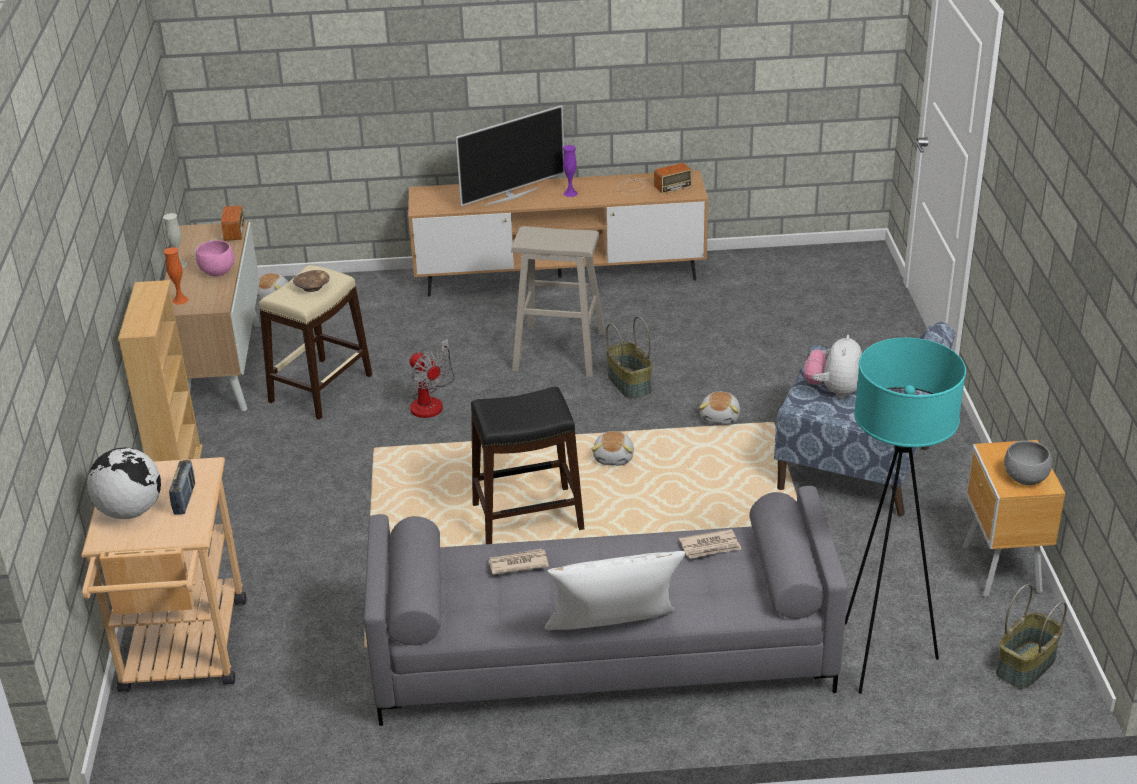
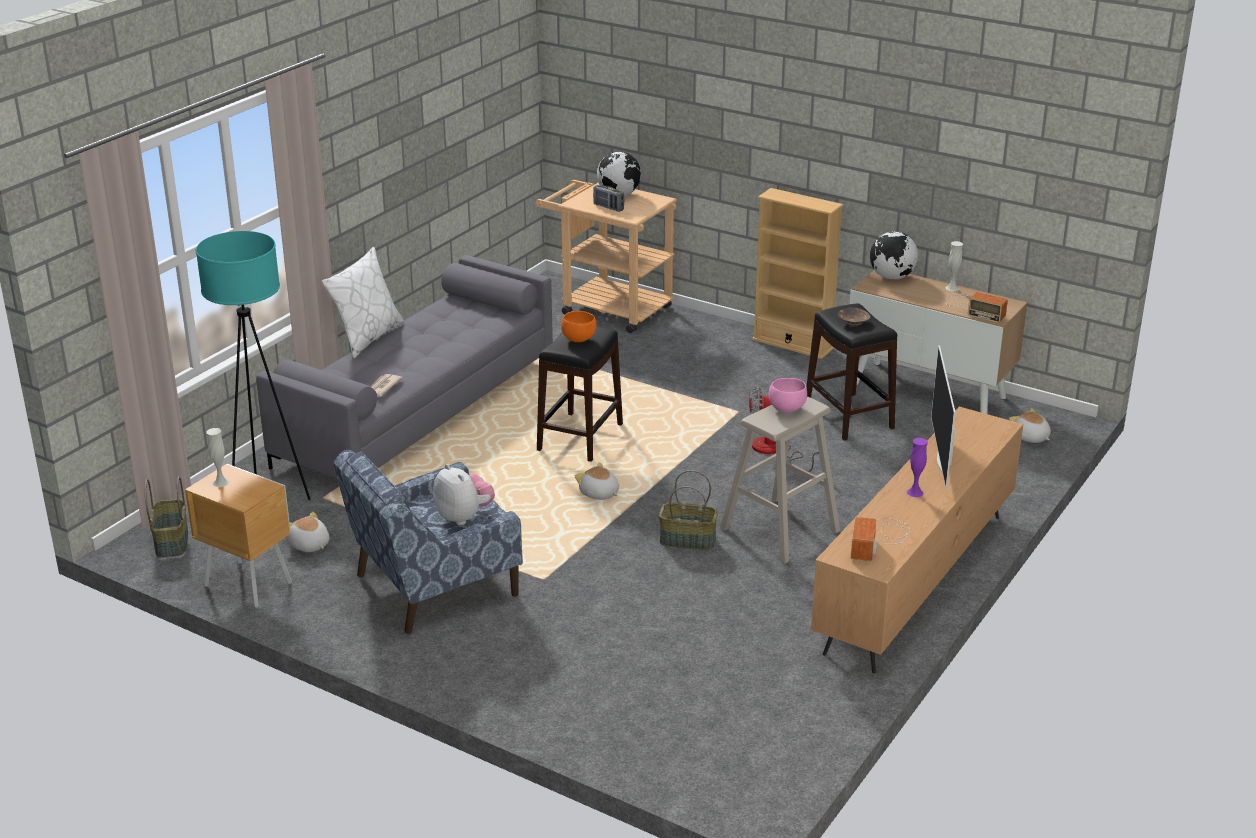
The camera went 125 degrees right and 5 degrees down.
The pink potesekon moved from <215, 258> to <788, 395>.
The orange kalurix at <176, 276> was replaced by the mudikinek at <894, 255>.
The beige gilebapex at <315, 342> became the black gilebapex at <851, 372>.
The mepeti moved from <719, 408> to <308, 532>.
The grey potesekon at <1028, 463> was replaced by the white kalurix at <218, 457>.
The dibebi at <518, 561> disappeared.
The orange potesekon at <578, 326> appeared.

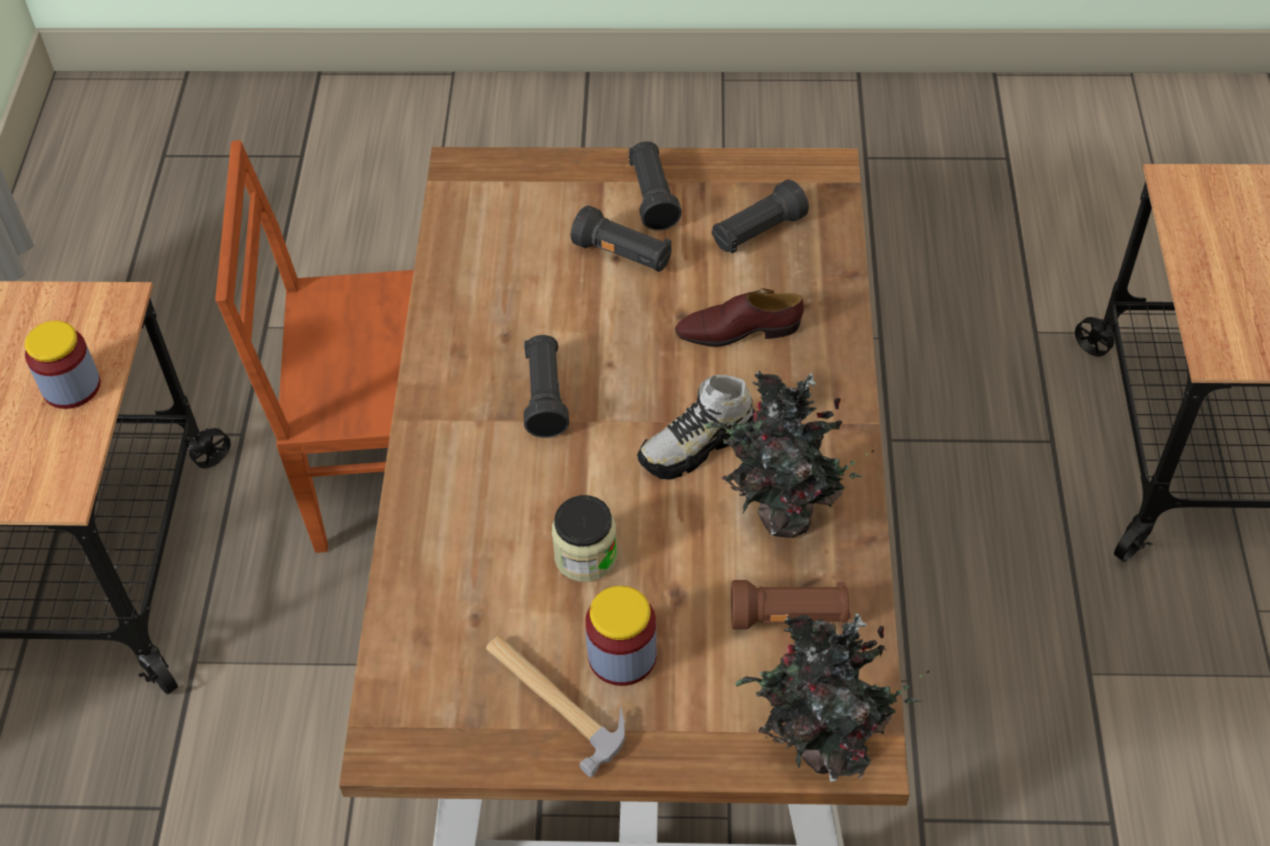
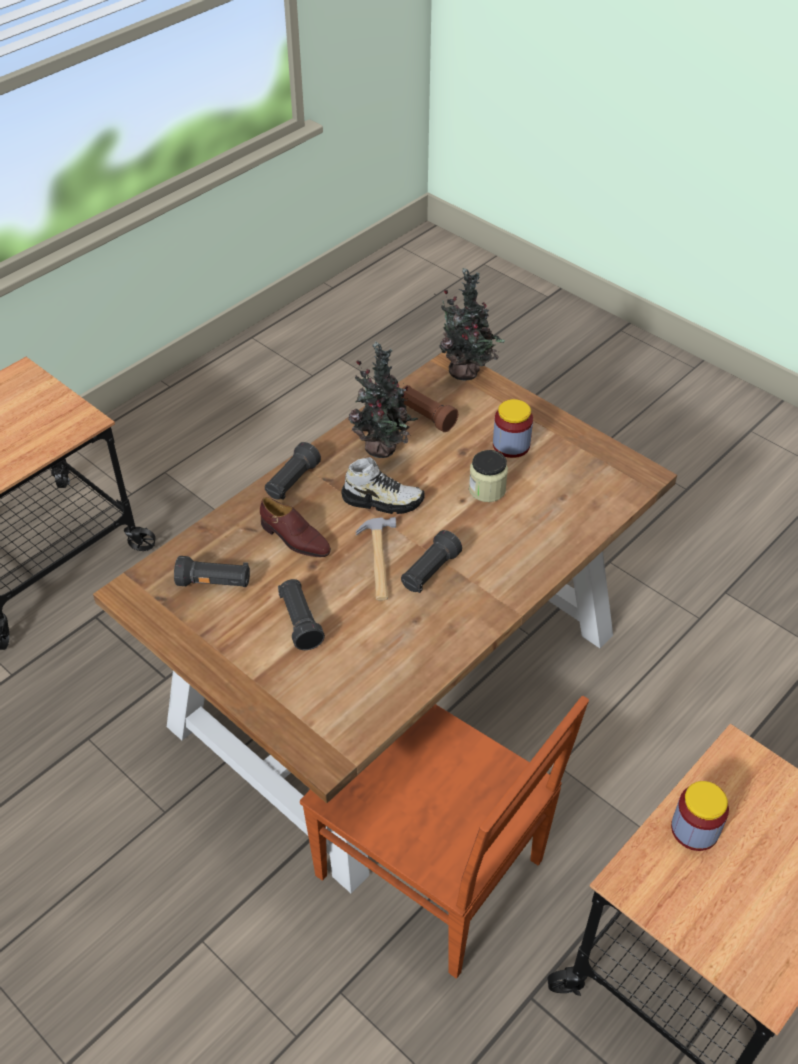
The camera went 140 degrees left and 5 degrees down.
The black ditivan moved from <655, 186> to <293, 471>.
The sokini moved from <555, 706> to <375, 559>.

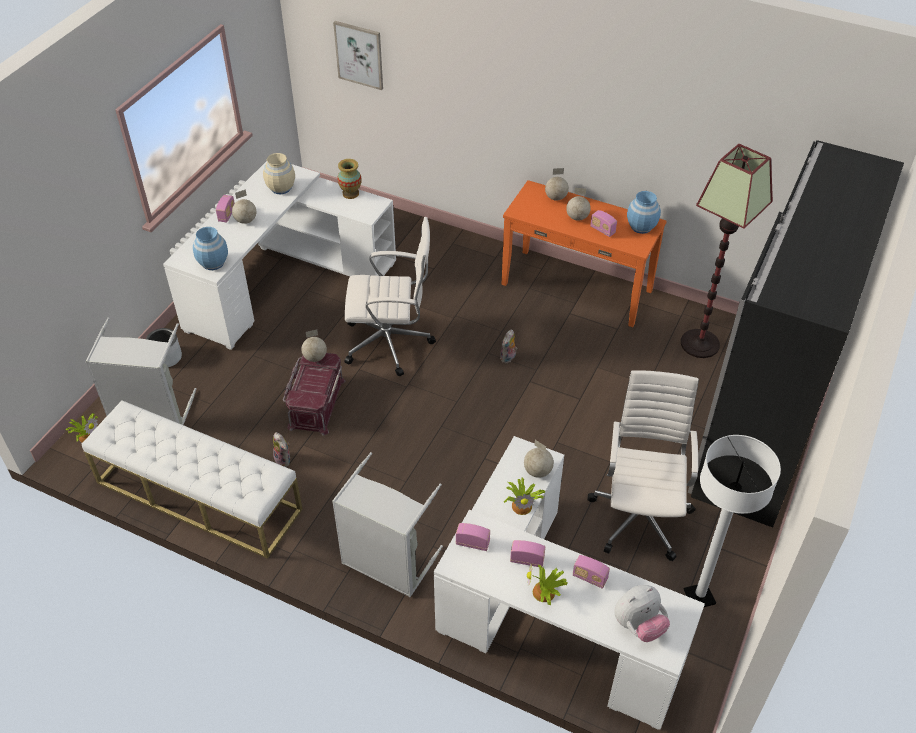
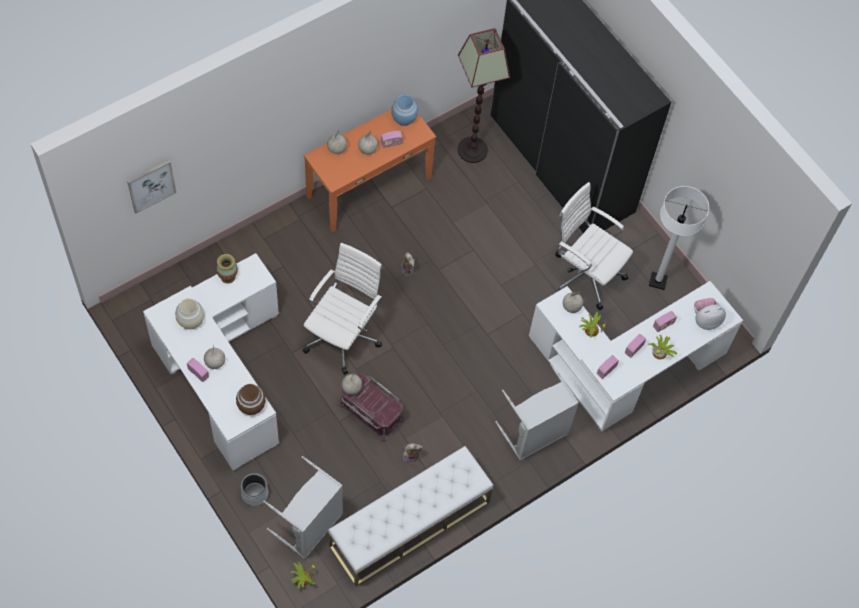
The camera went 65 degrees left and 15 degrees up.
The blue kalurix at <210, 248> became the brown kalurix at <251, 399>.
The mepeti at <642, 613> turned 105 degrees counterclockwise.

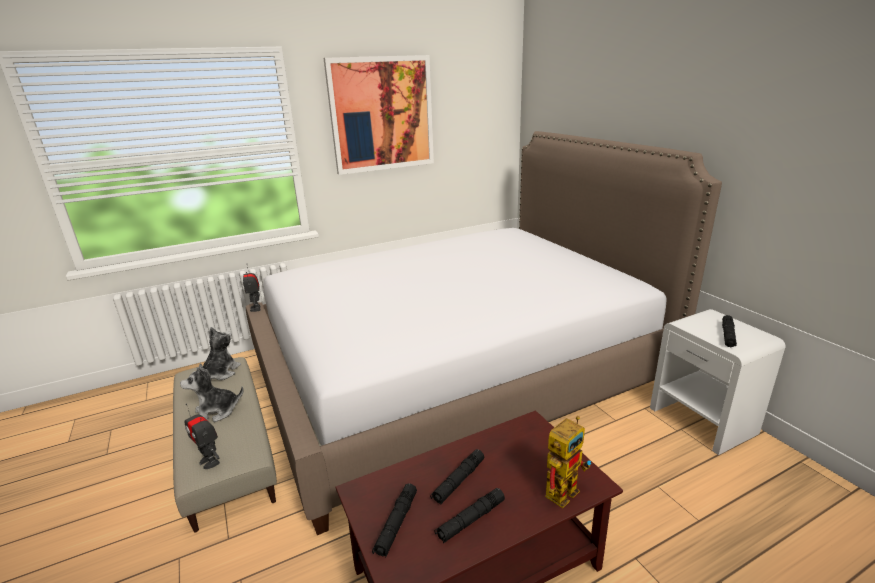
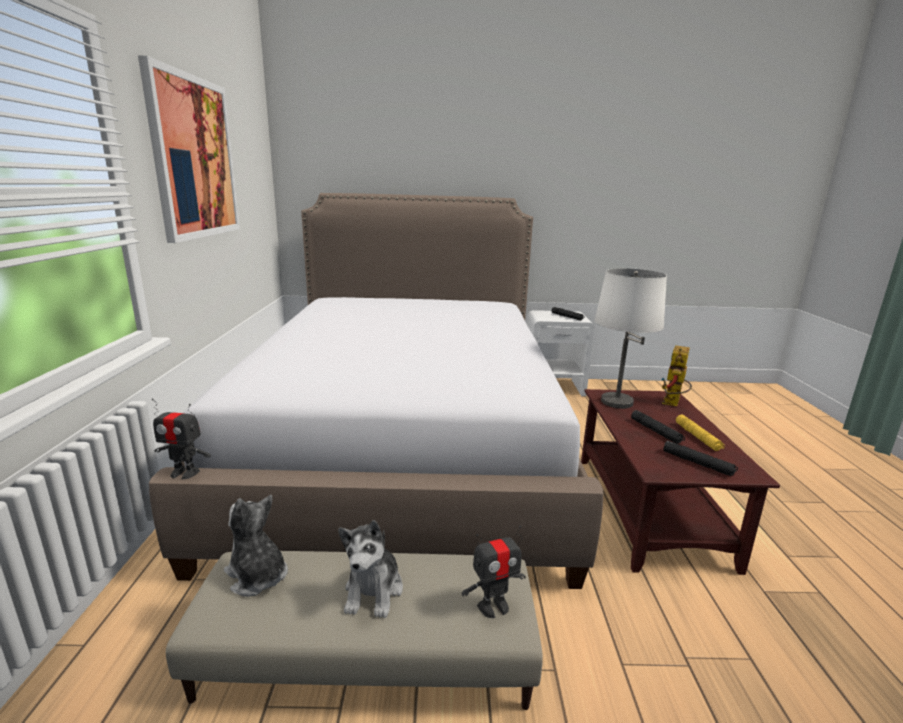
The camera went 65 degrees left and 5 degrees down.
The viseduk at <568, 462> turned 135 degrees counterclockwise.
The black ditivan at <469, 515> became the yellow ditivan at <700, 433>.
The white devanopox at <630, 338> appeared.

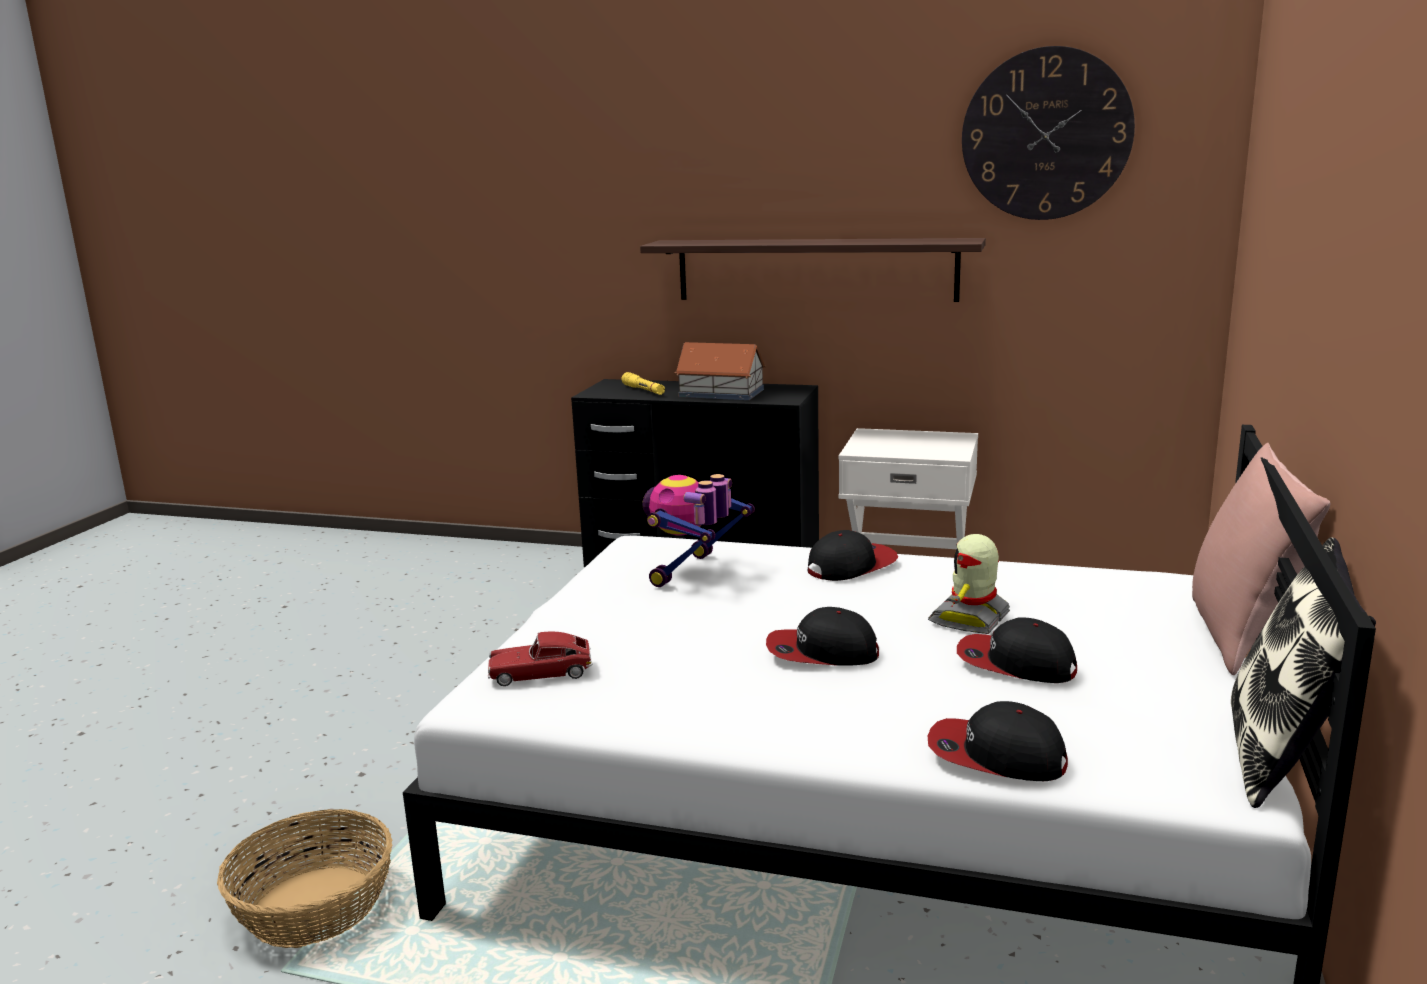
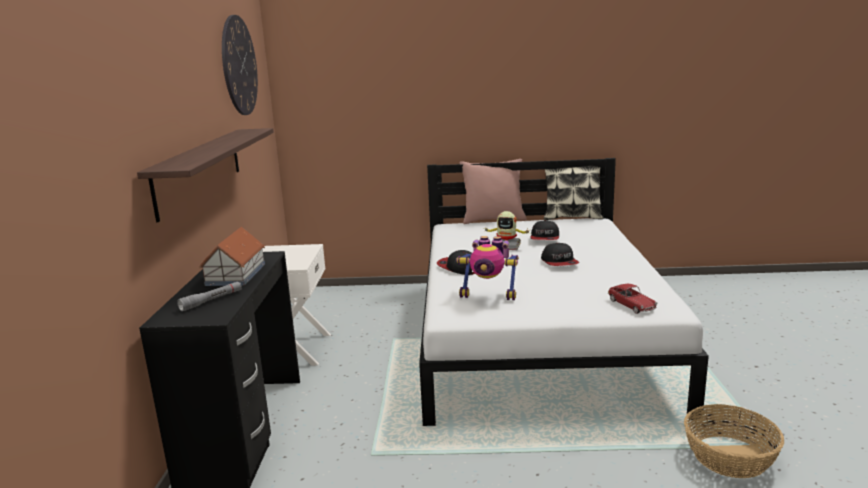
The camera went 105 degrees left and 0 degrees up.
The yellow ditivan at <643, 383> became the grey ditivan at <209, 296>.
The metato at <998, 741> disappeared.

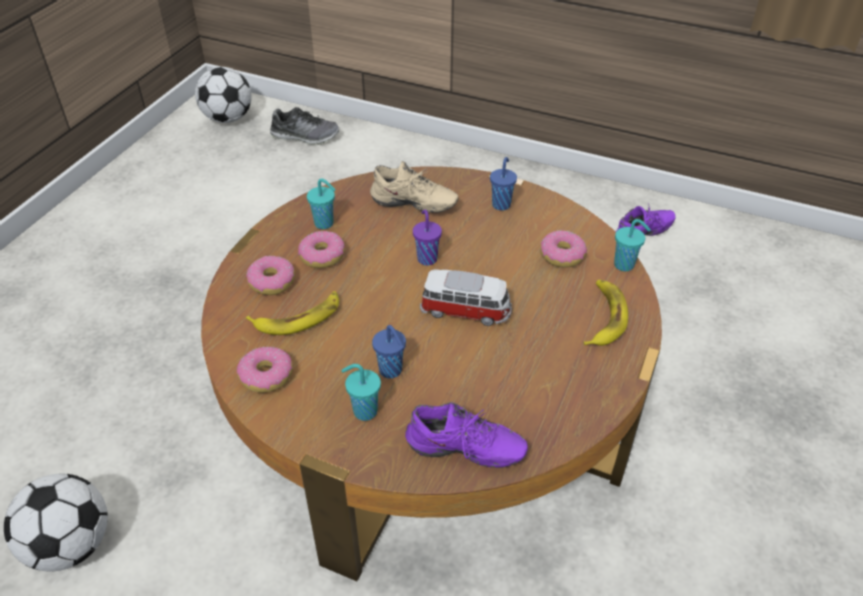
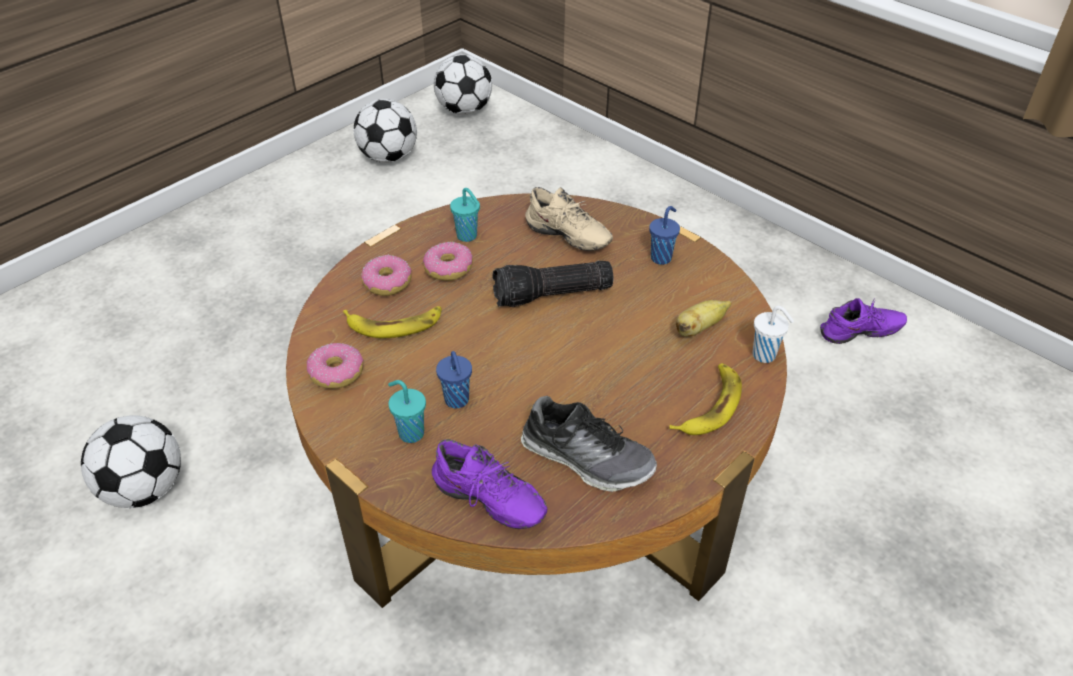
The camera went 20 degrees right and 0 degrees up.
The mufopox moved from <304, 126> to <589, 444>.
The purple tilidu at <427, 238> was replaced by the ditivan at <553, 284>.
The turquoise tilidu at <632, 245> became the white tilidu at <773, 334>.
The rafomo at <563, 249> was replaced by the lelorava at <704, 318>.
The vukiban at <466, 298> disappeared.
The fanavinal at <385, 131> appeared.

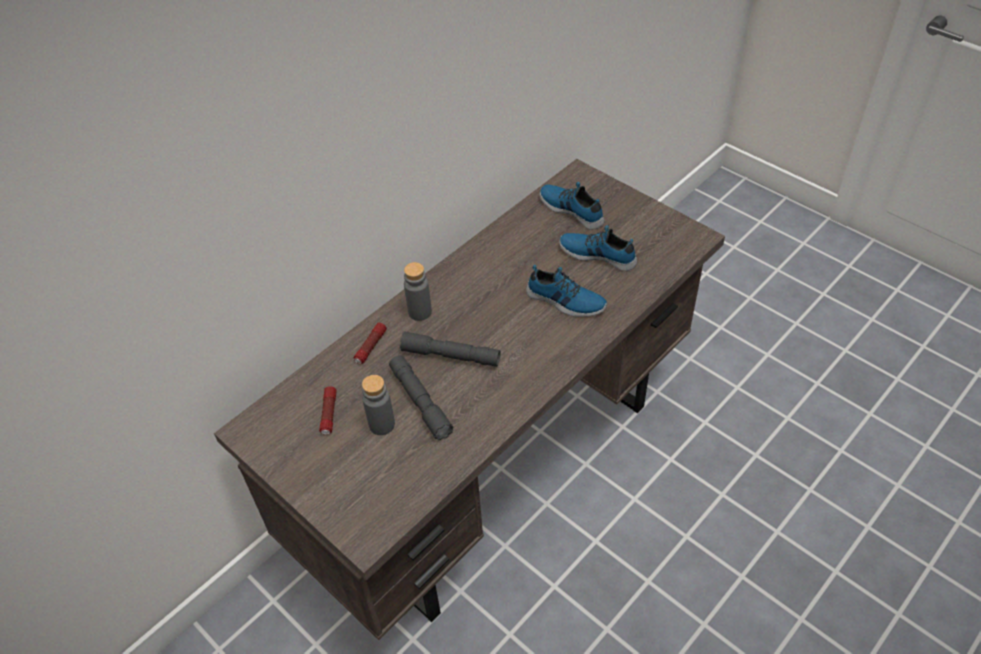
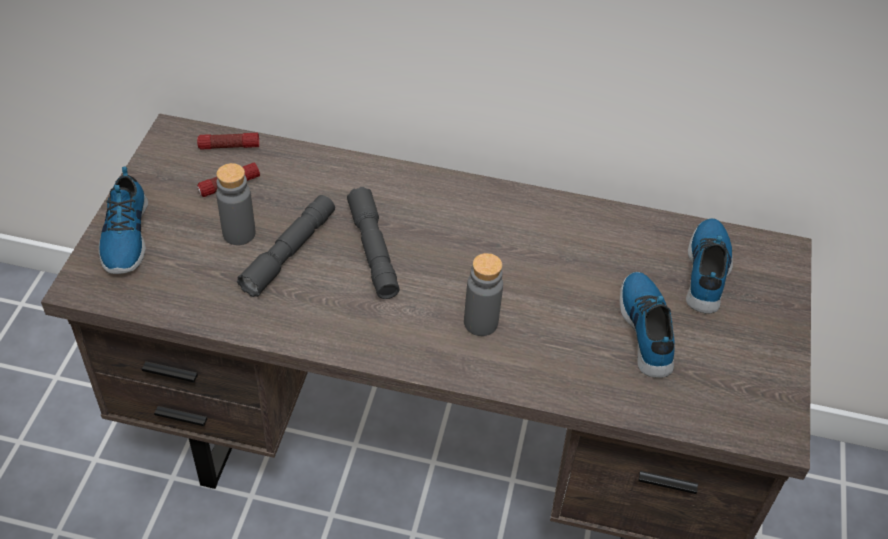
The camera went 55 degrees right and 0 degrees up.
The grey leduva moved from <418, 291> to <483, 294>.
The mufopox moved from <566, 291> to <123, 220>.
The ditivan moved from <370, 343> to <228, 141>.

